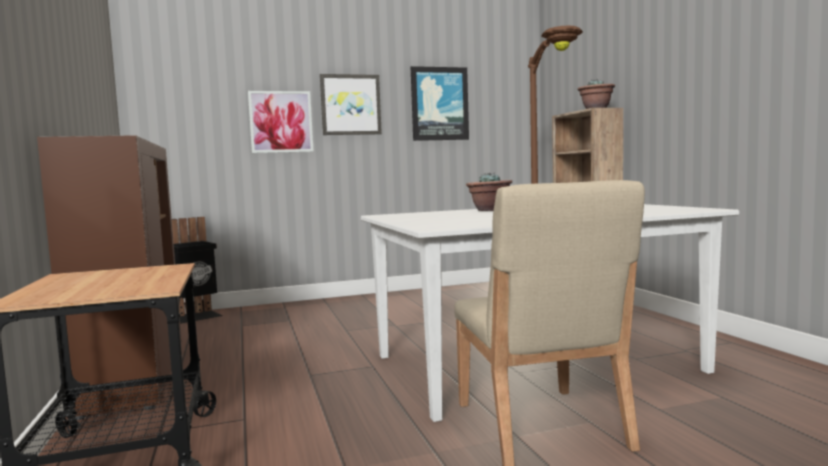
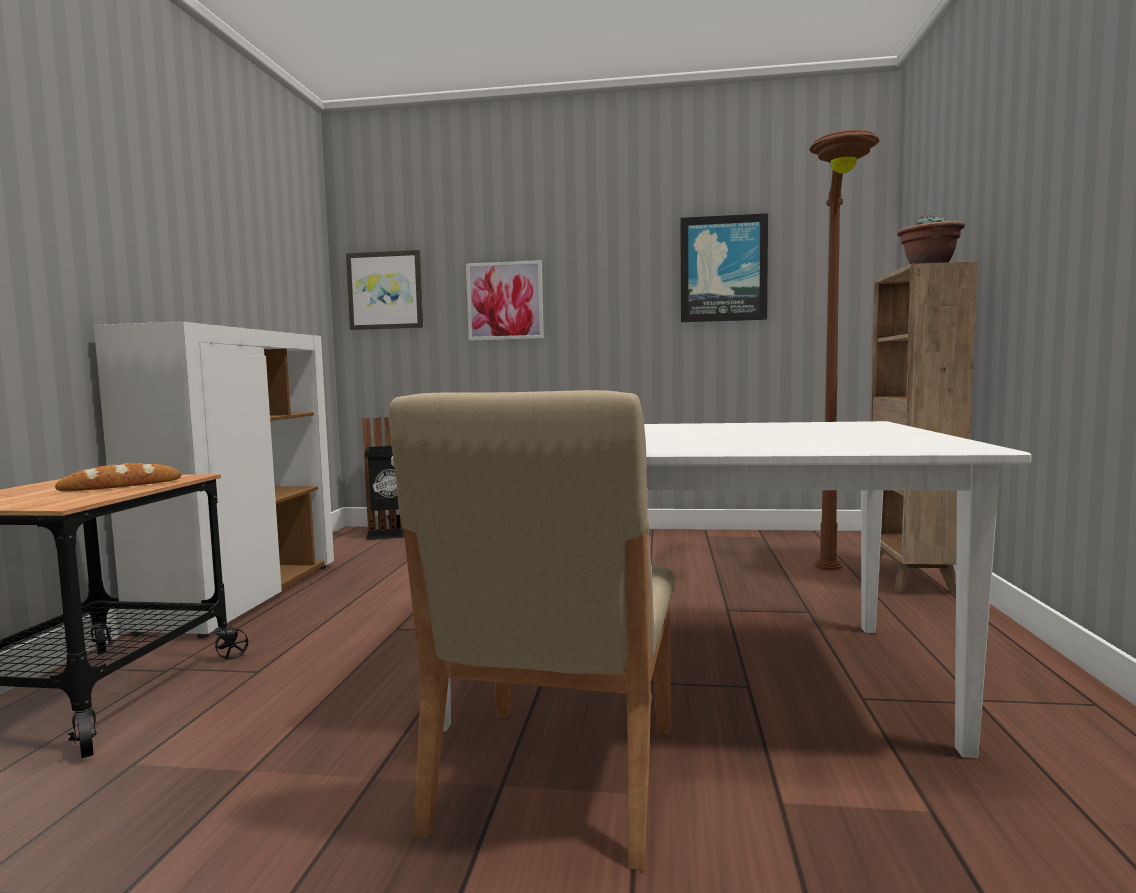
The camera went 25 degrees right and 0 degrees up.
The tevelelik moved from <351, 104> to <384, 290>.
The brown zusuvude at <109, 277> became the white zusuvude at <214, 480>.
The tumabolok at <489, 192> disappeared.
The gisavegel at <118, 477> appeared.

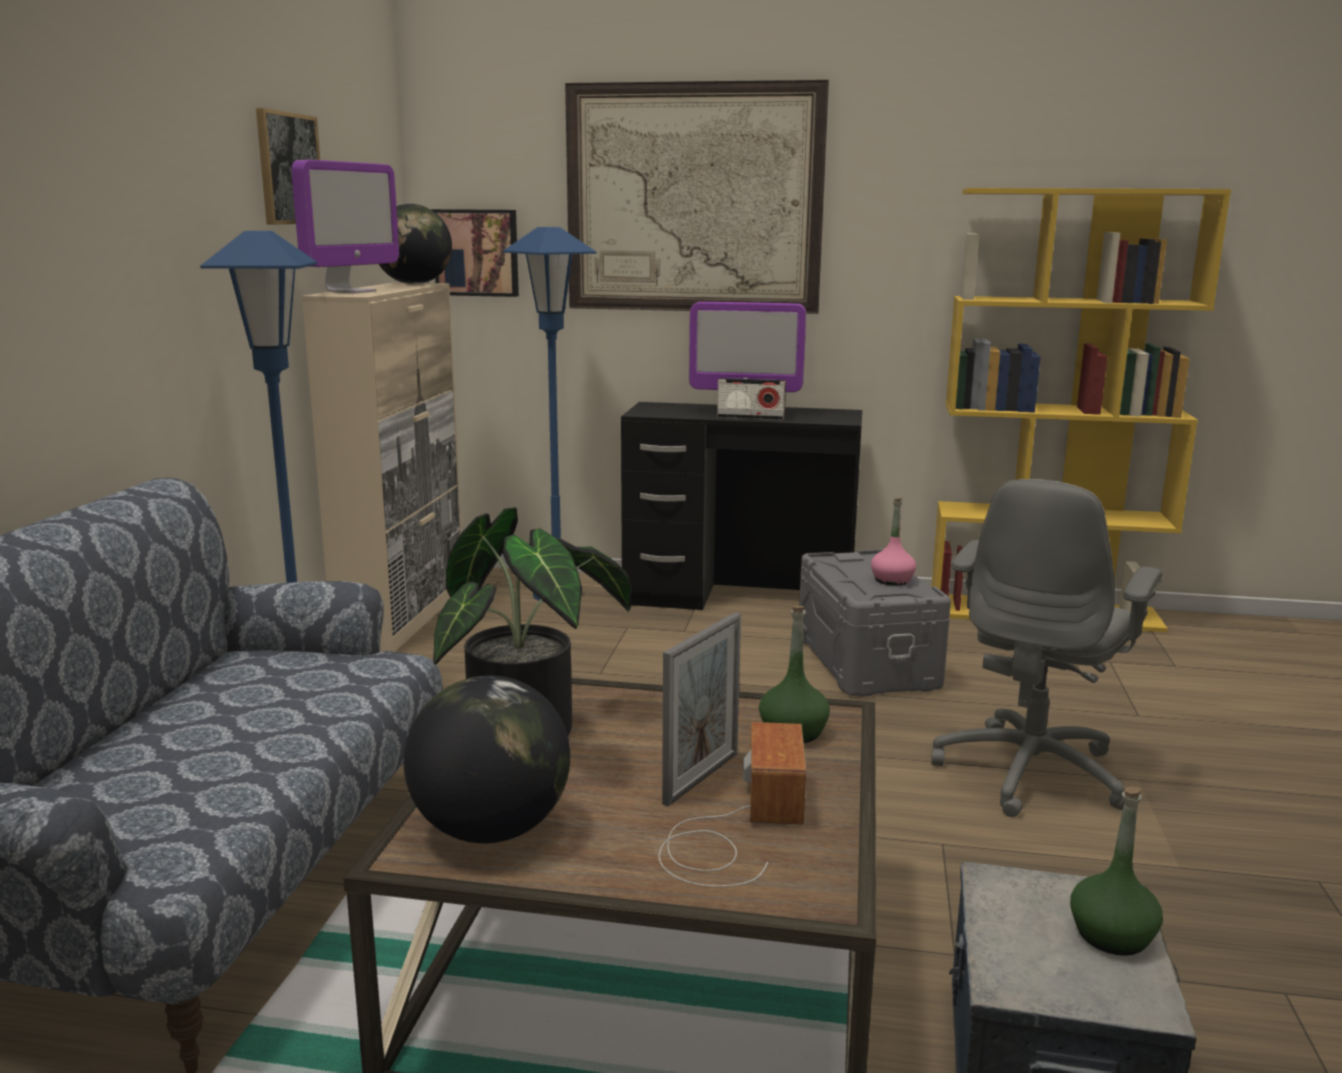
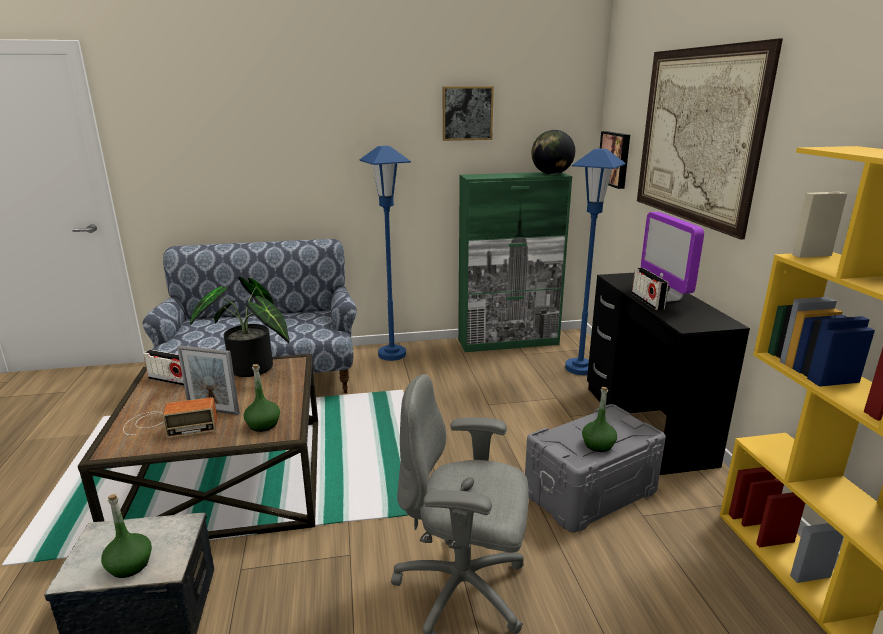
The camera went 70 degrees right and 5 degrees up.
The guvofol at <345, 226> disappeared.
The beige zusuvude at <382, 467> became the green zusuvude at <515, 262>.
The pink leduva at <893, 542> became the green leduva at <599, 419>.
The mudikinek at <487, 759> was replaced by the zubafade at <163, 368>.

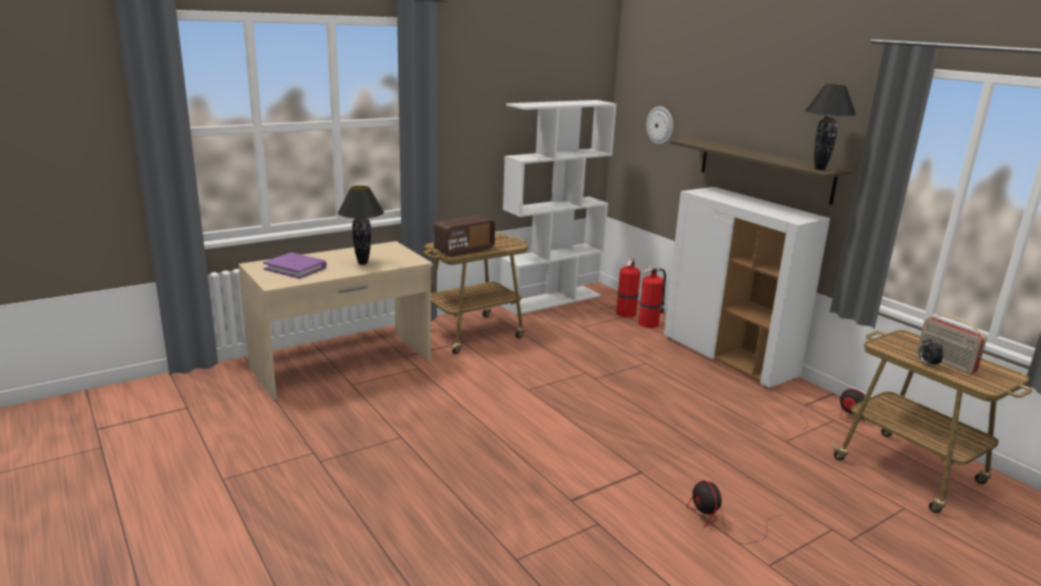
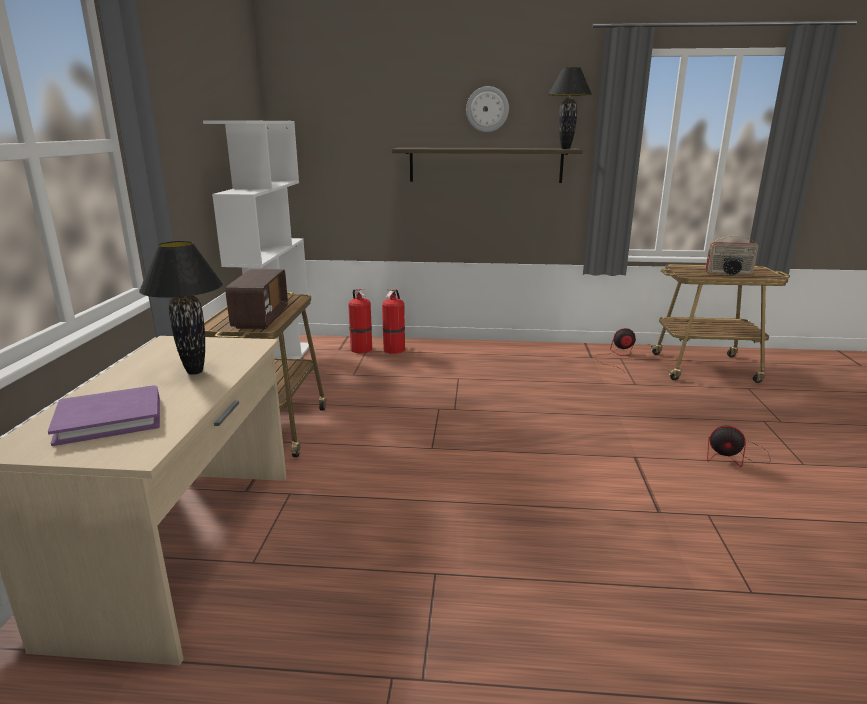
The camera went 50 degrees left and 0 degrees up.
The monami moved from <659, 125> to <487, 109>.
The white zusuvude at <747, 287> disappeared.

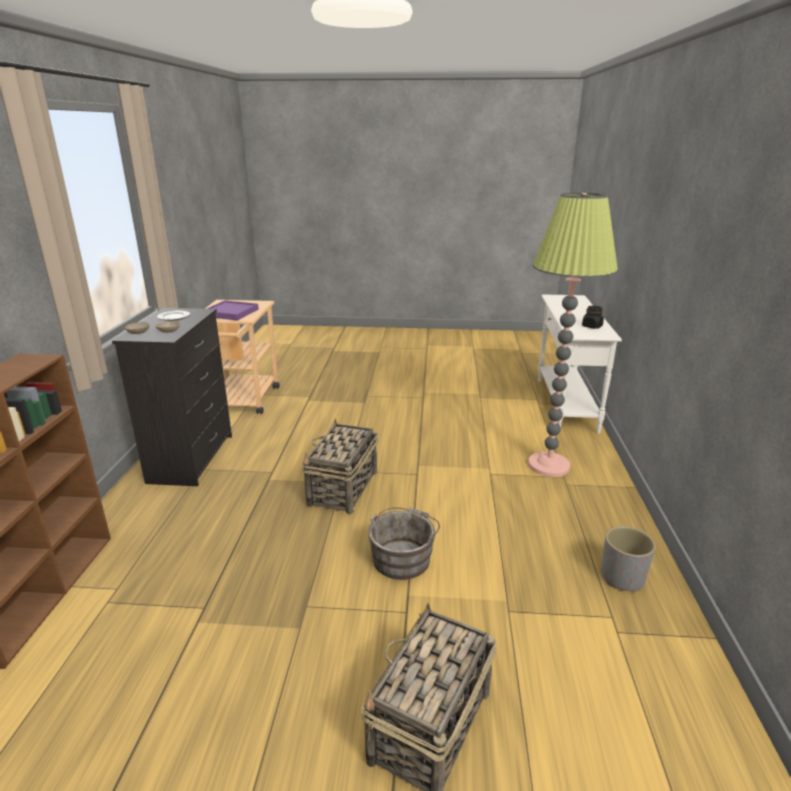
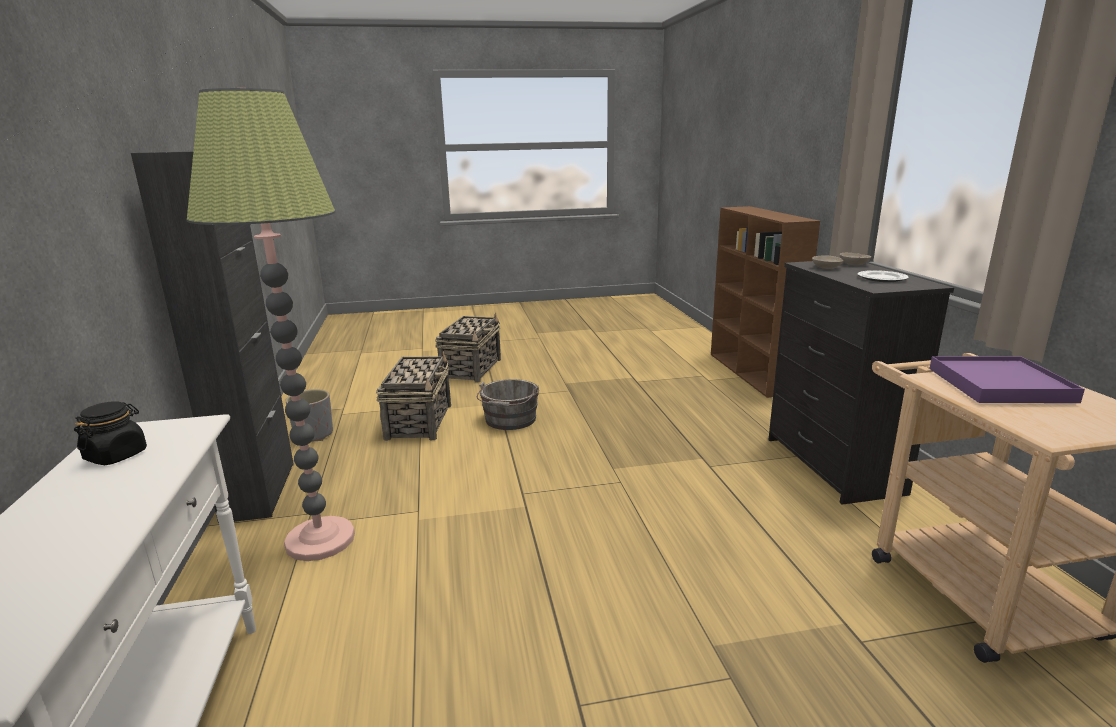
The camera went 165 degrees right and 5 degrees down.
The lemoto moved from <340, 466> to <413, 396>.
The black zusuvude at <212, 337> appeared.

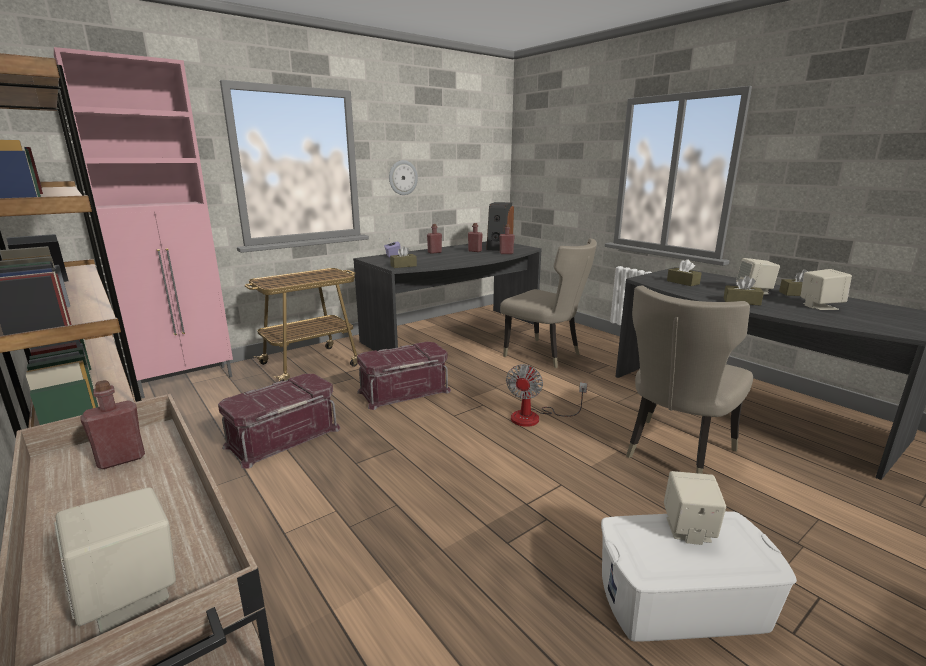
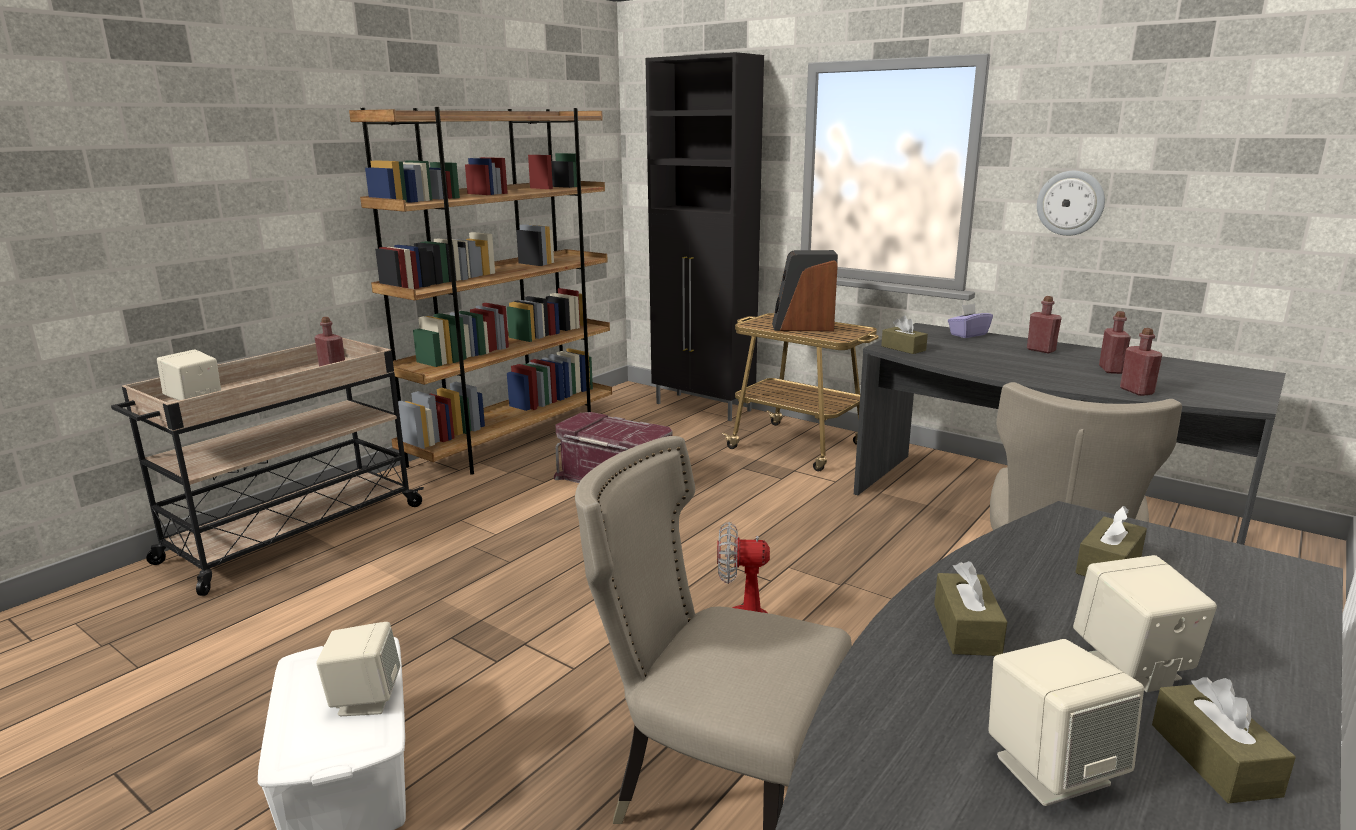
The camera went 75 degrees right and 0 degrees up.
The pink zusuvude at <143, 222> became the black zusuvude at <705, 236>.
The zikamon moved from <500, 226> to <805, 291>.
The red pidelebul at <404, 376> disappeared.

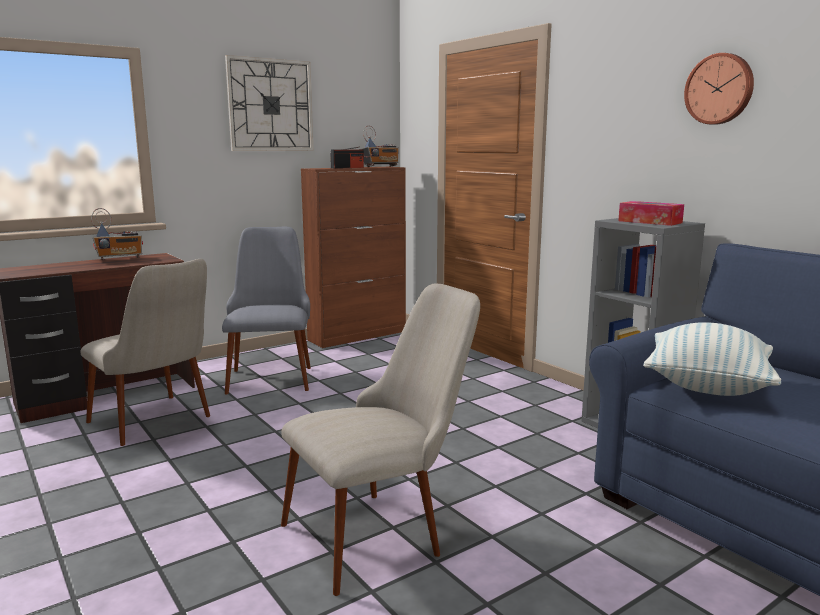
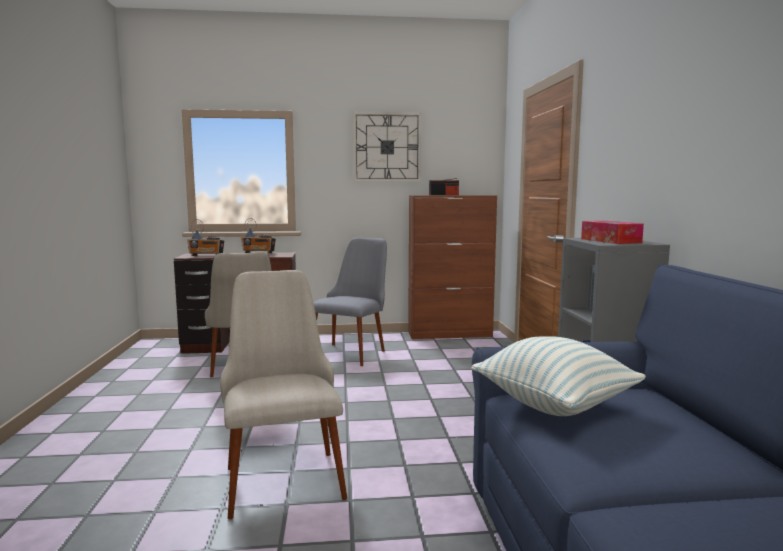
The camera went 30 degrees right and 5 degrees down.
The monami at <719, 89> disappeared.
The zubafade moved from <381, 146> to <205, 237>.
The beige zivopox at <380, 440> turned 105 degrees counterclockwise.

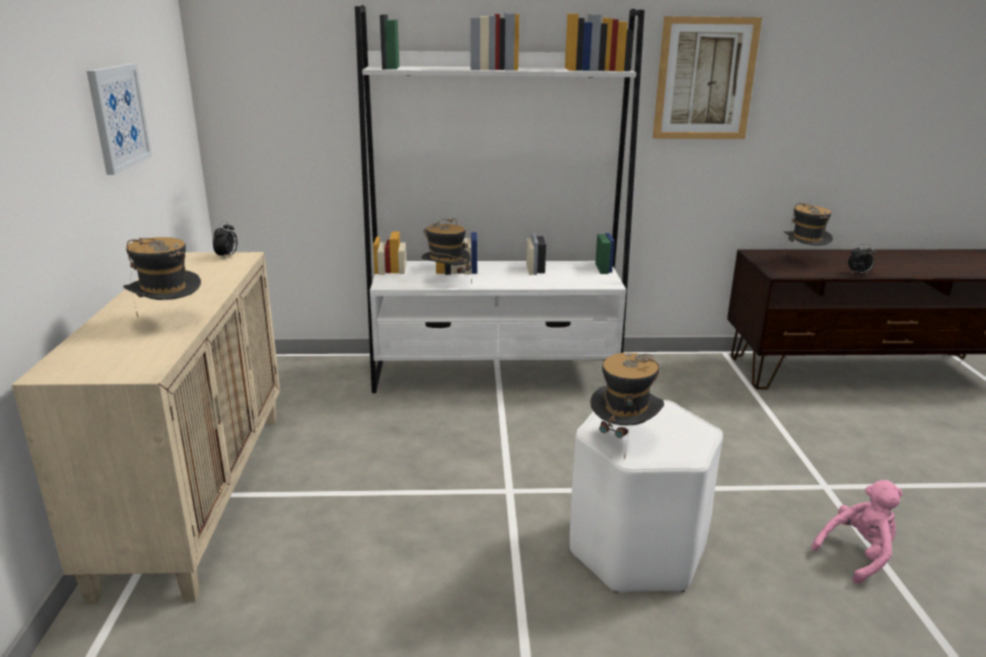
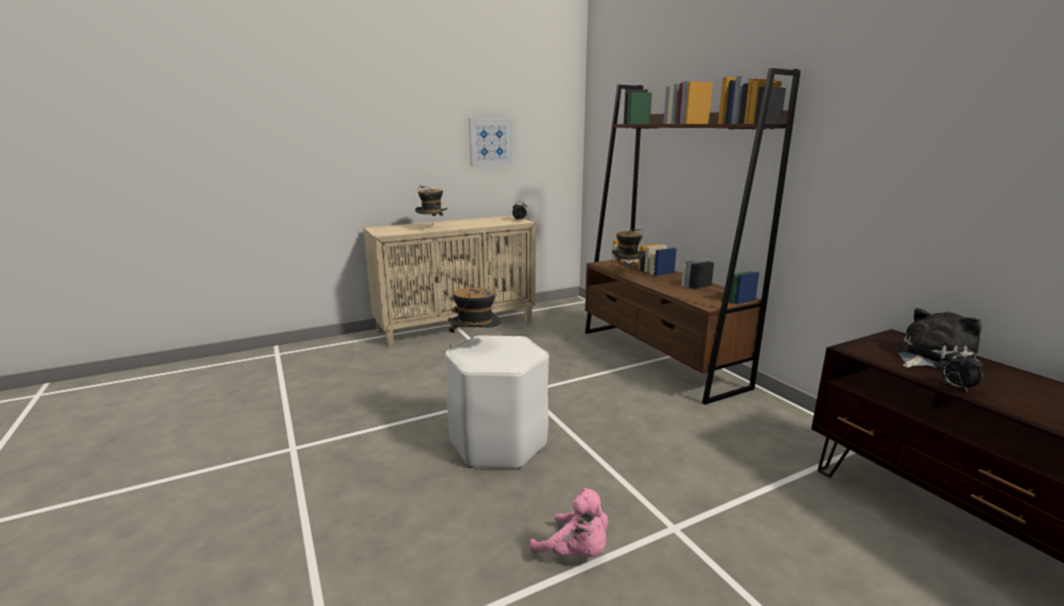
The camera went 65 degrees right and 5 degrees down.
The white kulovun at <500, 199> became the brown kulovun at <693, 236>.
The tevelelik at <707, 77> disappeared.
The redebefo at <808, 229> was replaced by the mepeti at <938, 339>.

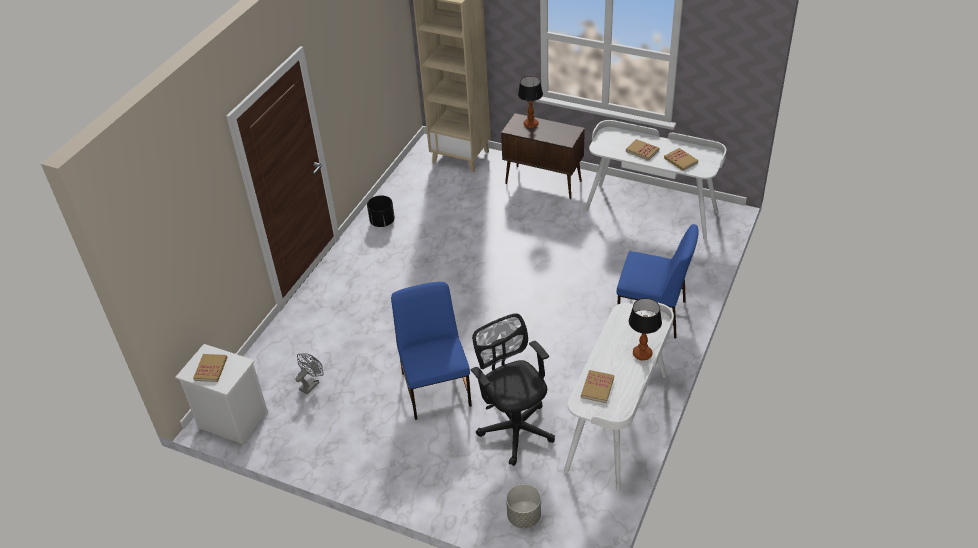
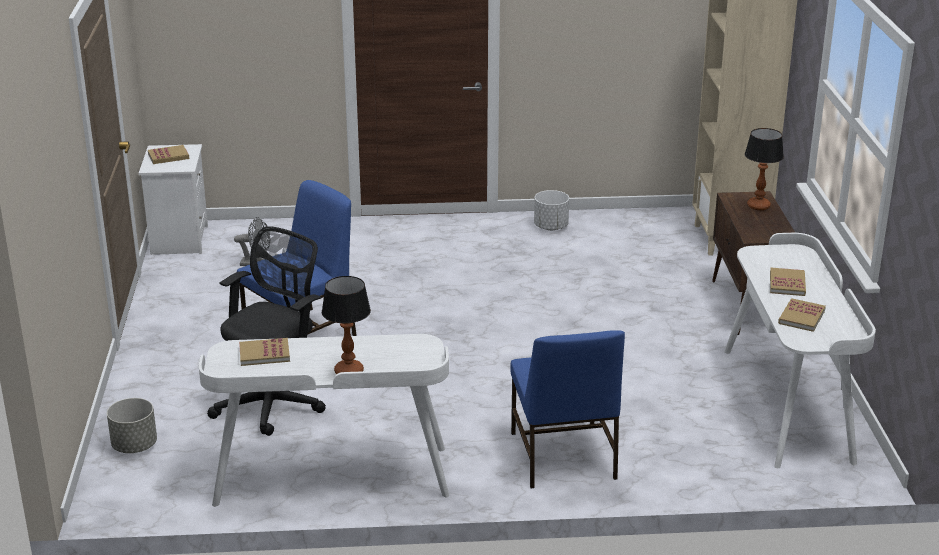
The camera went 60 degrees right and 15 degrees down.
The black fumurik at <381, 211> became the white fumurik at <551, 210>.

